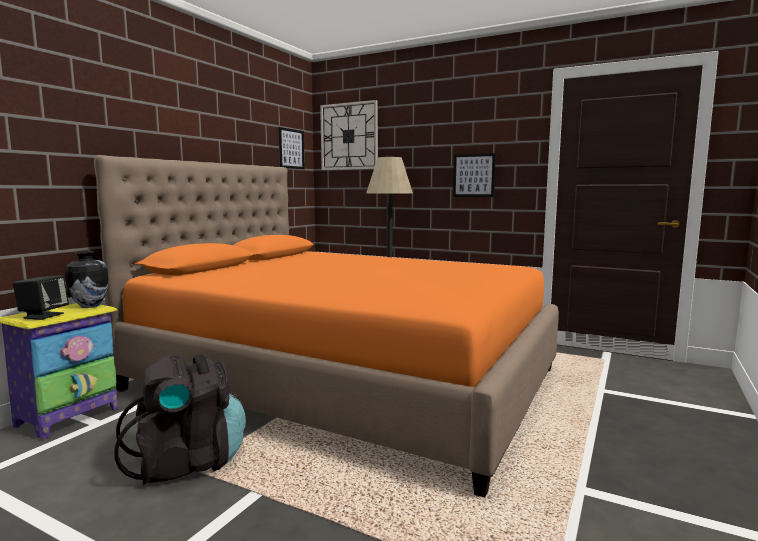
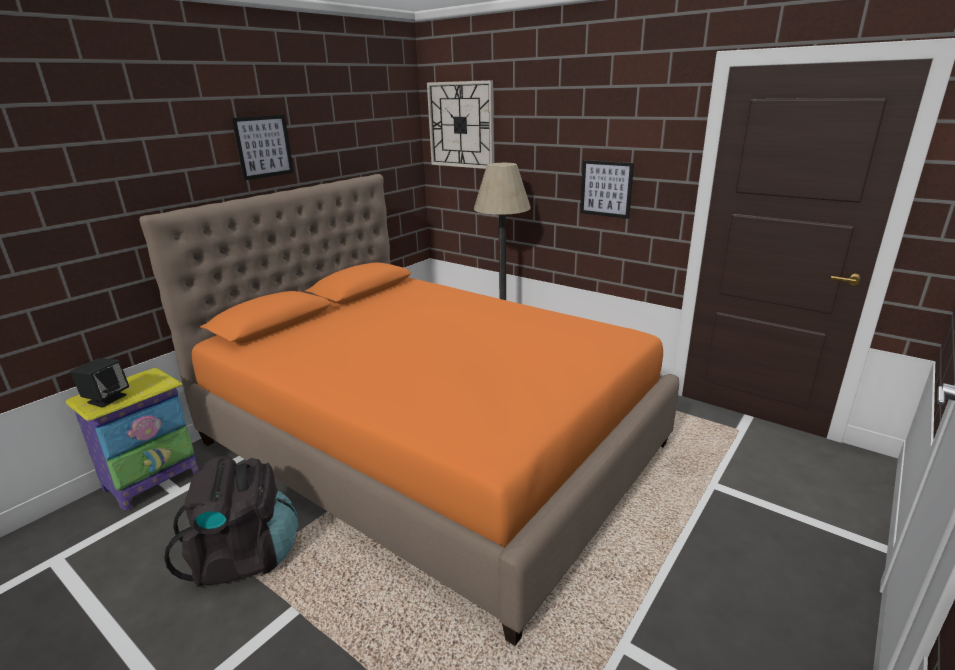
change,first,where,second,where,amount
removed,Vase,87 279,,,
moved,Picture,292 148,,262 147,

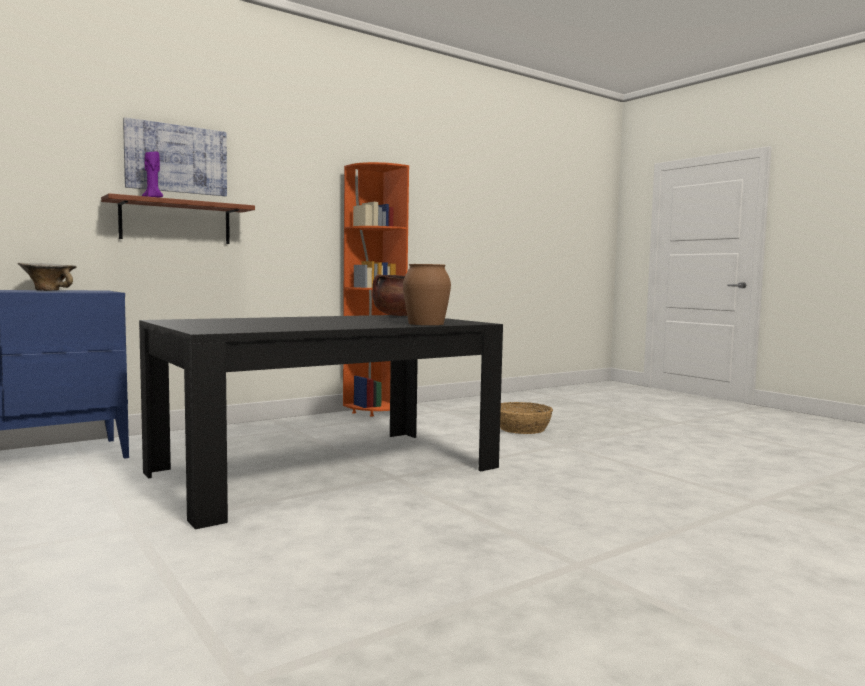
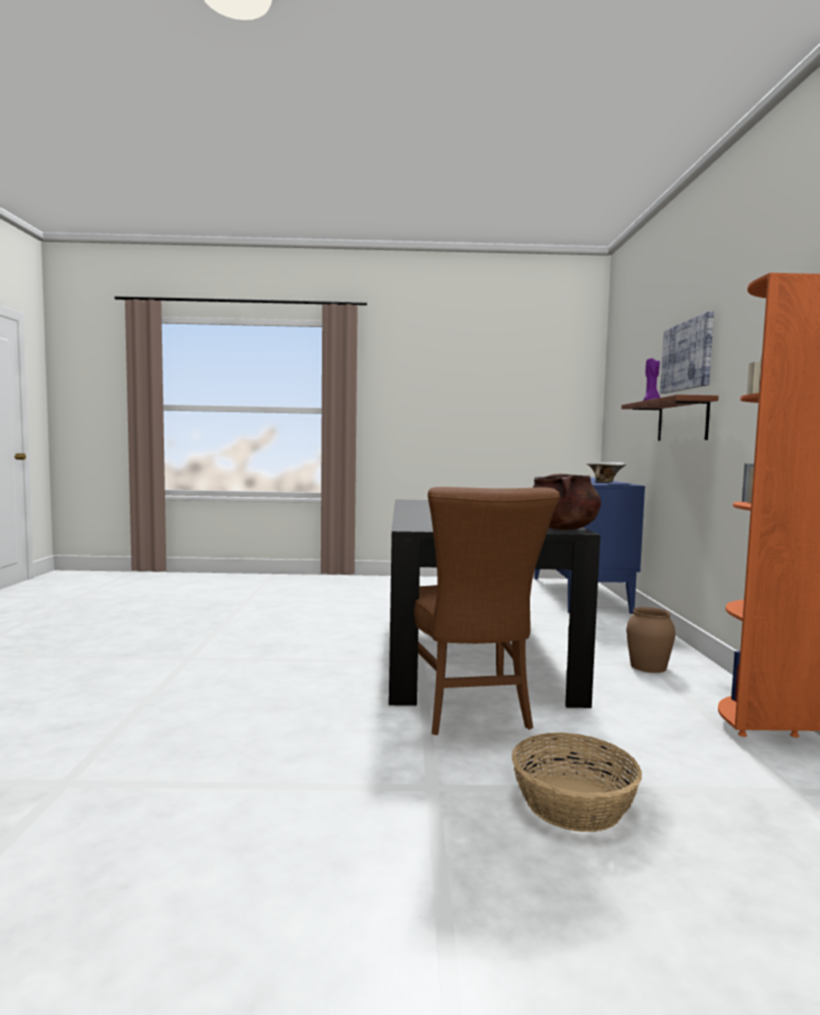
change,first,where,second,where,amount
added,,,BrownChair,487 611,
moved,BrownVase,427 294,,650 640,

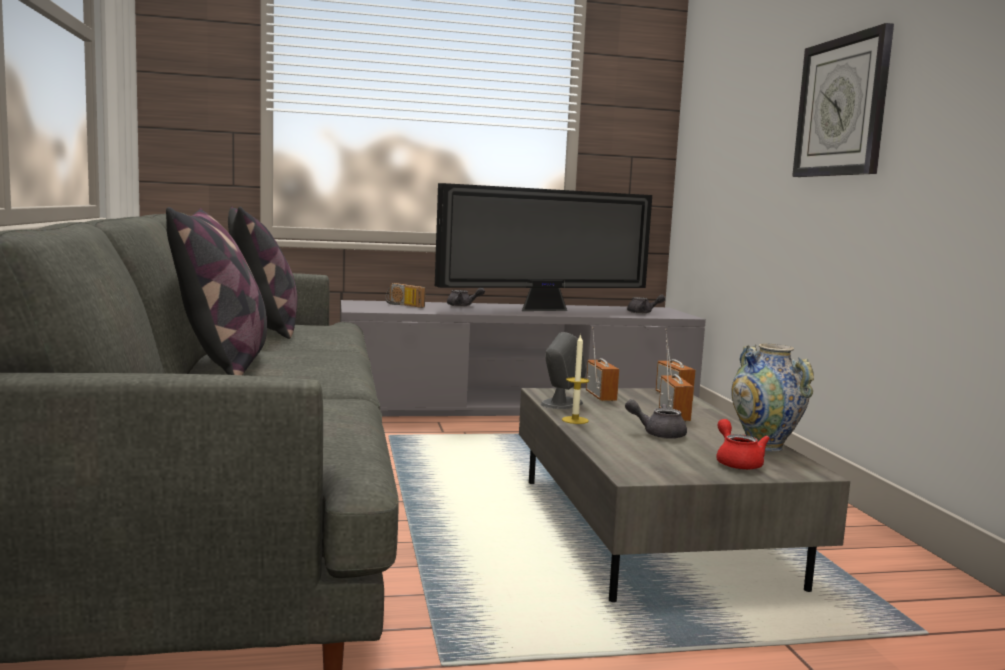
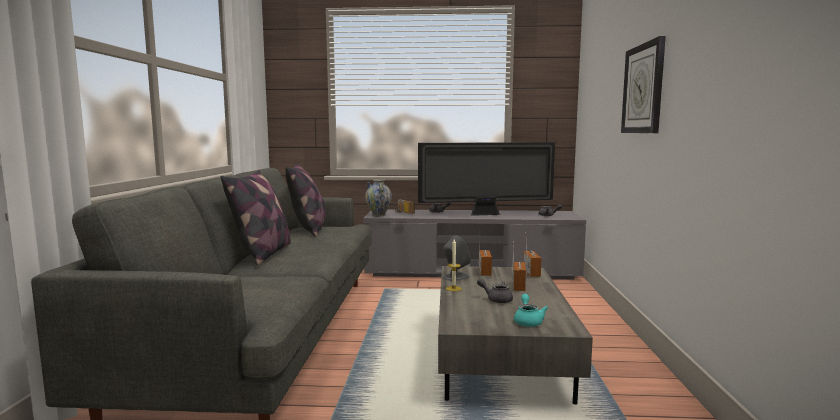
change,first,where,second,where,amount
moved,Vase,772 398,,378 198,
recoloured,RedTeapot,743 444,TurquoiseTeapot,531 310,

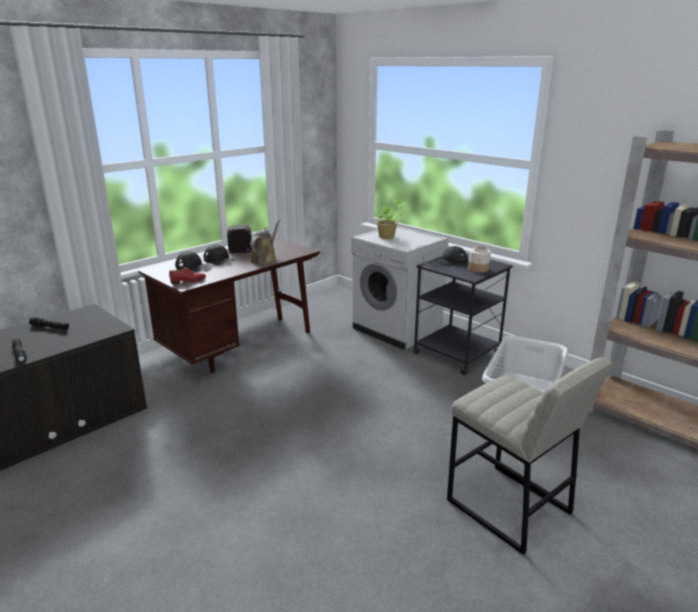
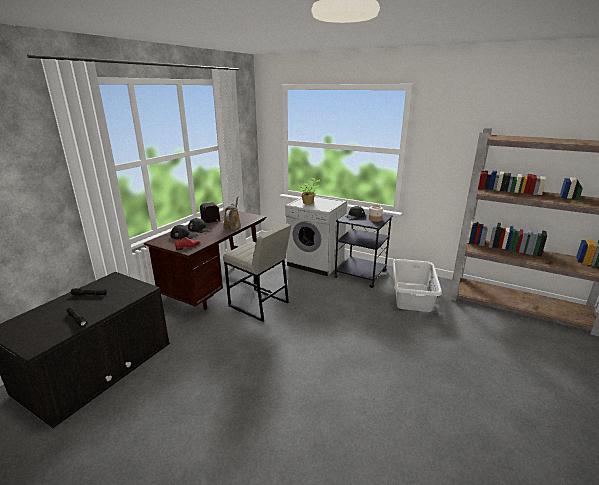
change,first,where,second,where,amount
moved,GreyChair,530 456,,257 273,

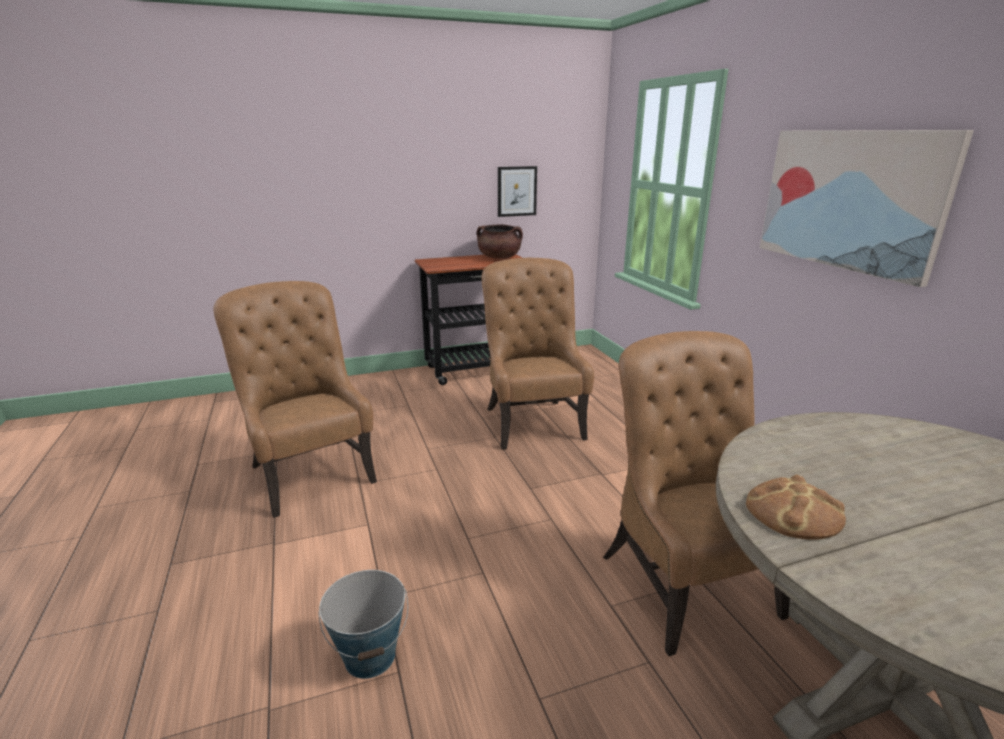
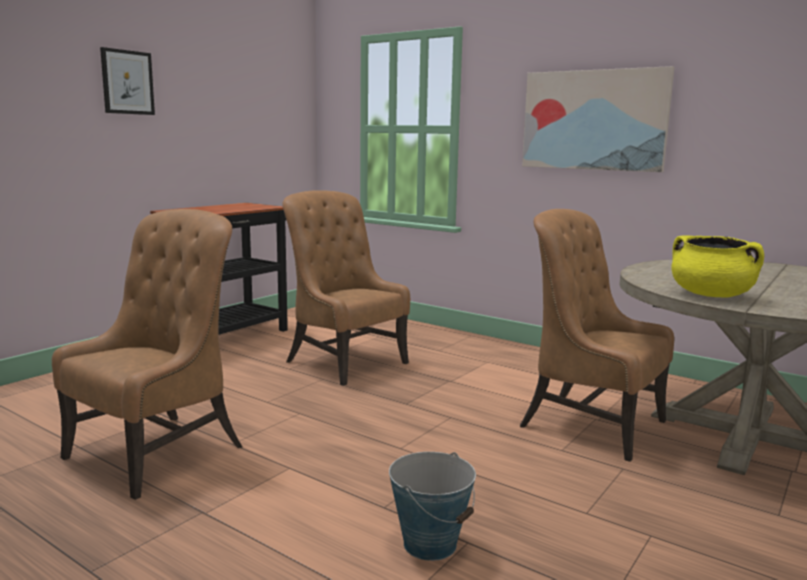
change,first,where,second,where,amount
removed,BrownCookingPot,500 241,,,
moved,Picture,517 191,,127 81,
replaced,Bread,796 507,YellowCookingPot,717 266,
turned,BrownChair,295 399,,147 354,105 degrees clockwise

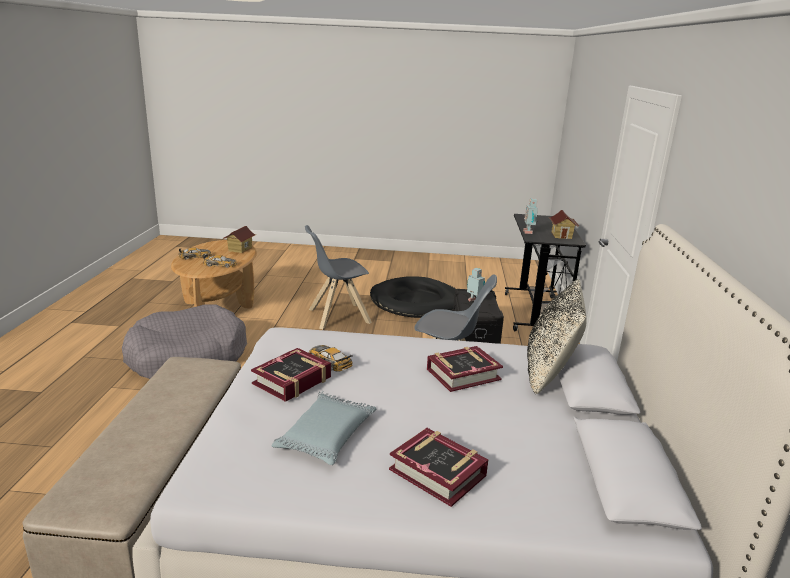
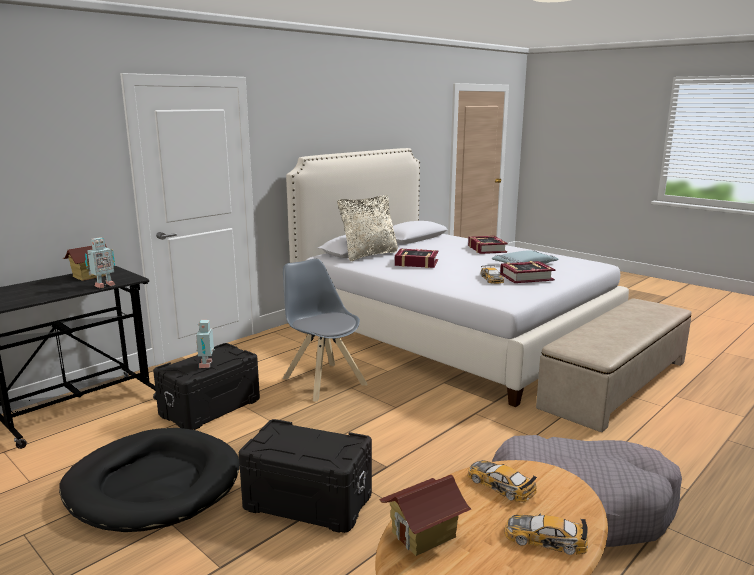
change,first,where,second,where,amount
replaced,GreyChair,338 277,BlackStorageBox,305 476,

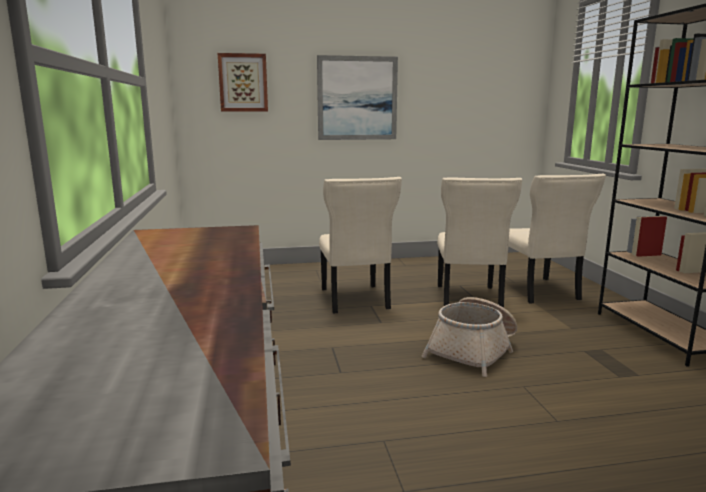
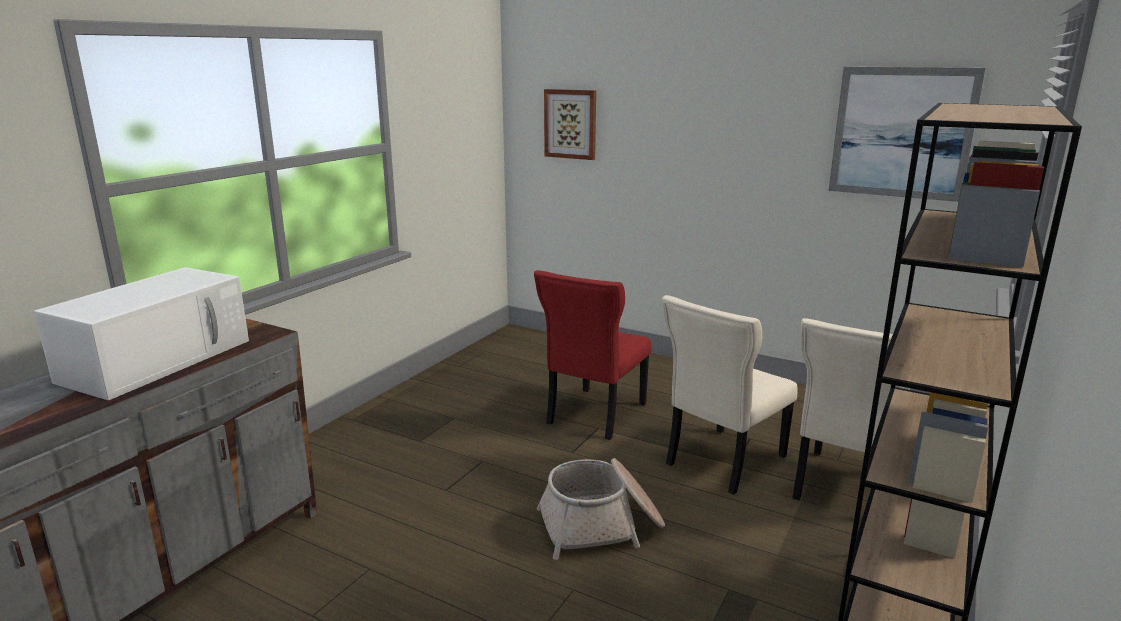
change,first,where,second,where,amount
added,,,WhiteMicrowave,141 333,
moved,Picture,357 97,,907 134,
recoloured,BeigeChair,360 245,RedChair,592 355,

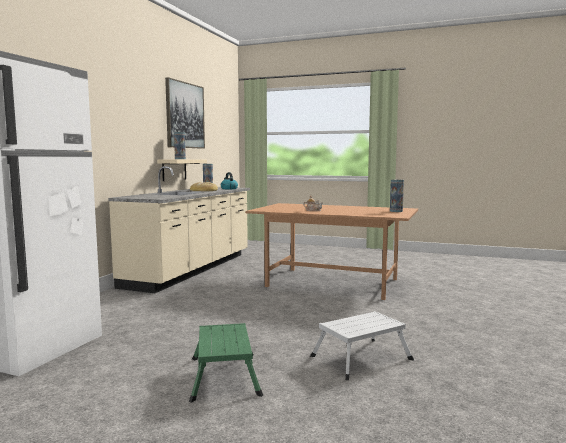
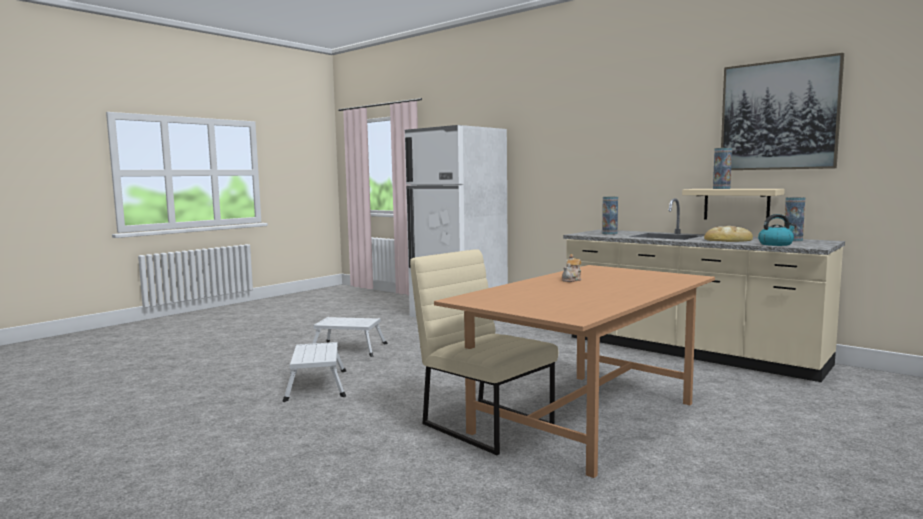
change,first,where,second,where,amount
added,,,BeigeChair,484 352,
moved,Vase,397 195,,610 215,
recoloured,GreenStepLadder,226 363,WhiteStepLadder,350 337,

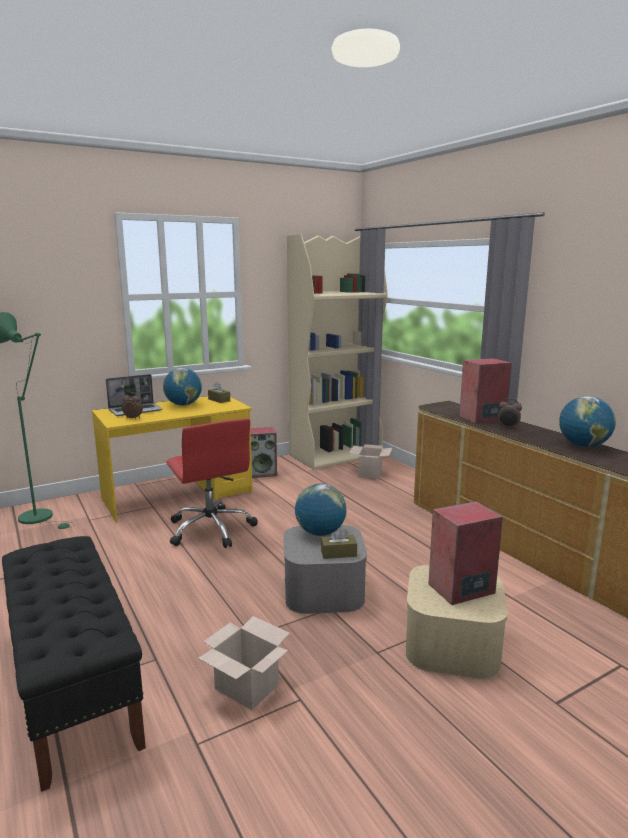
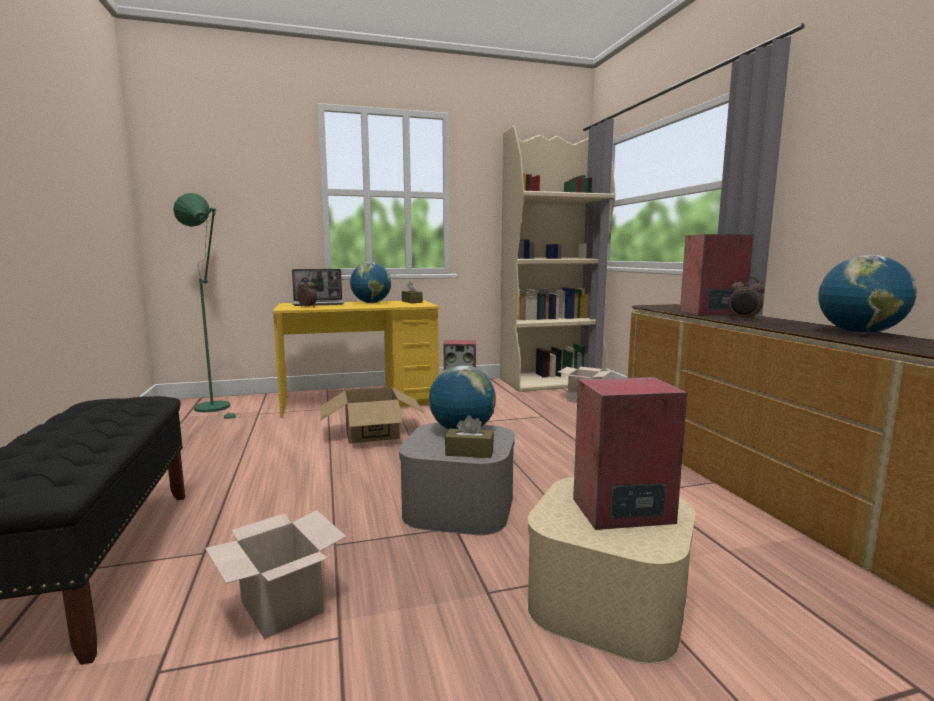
change,first,where,second,where,amount
replaced,RedOfficeChair,212 483,CardboardBox,372 415,

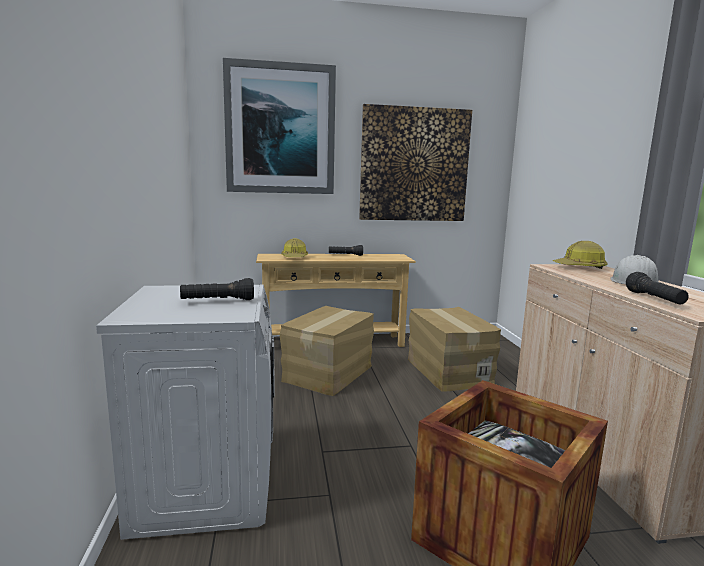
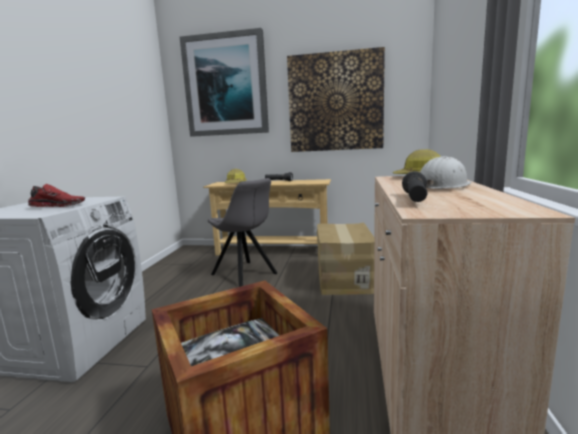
change,first,where,second,where,amount
replaced,BlackFlashlight,217 289,RedShoe,56 195,
replaced,CardboardBox,327 351,GreyChair,242 232,

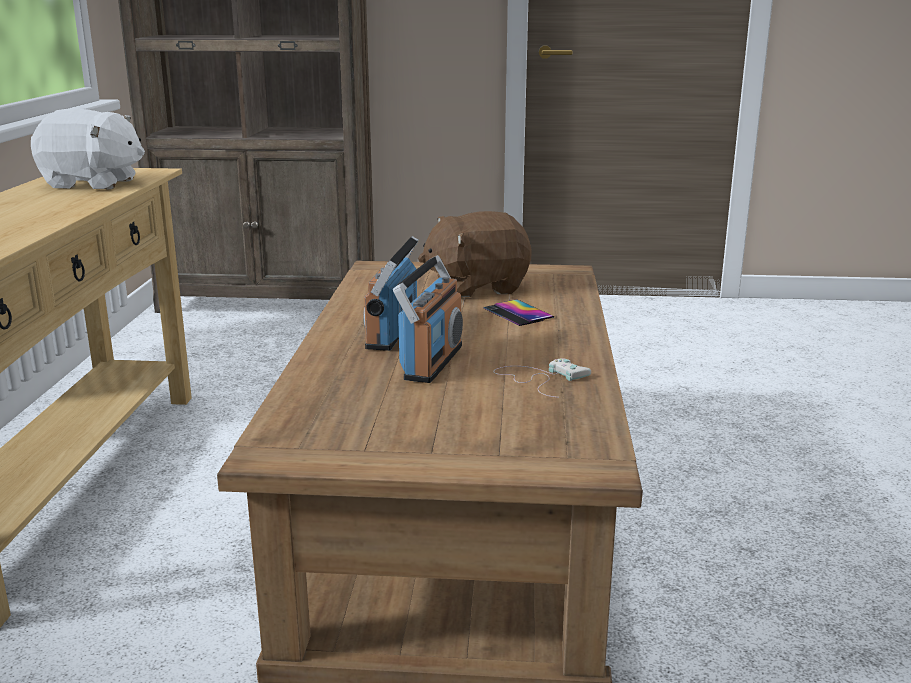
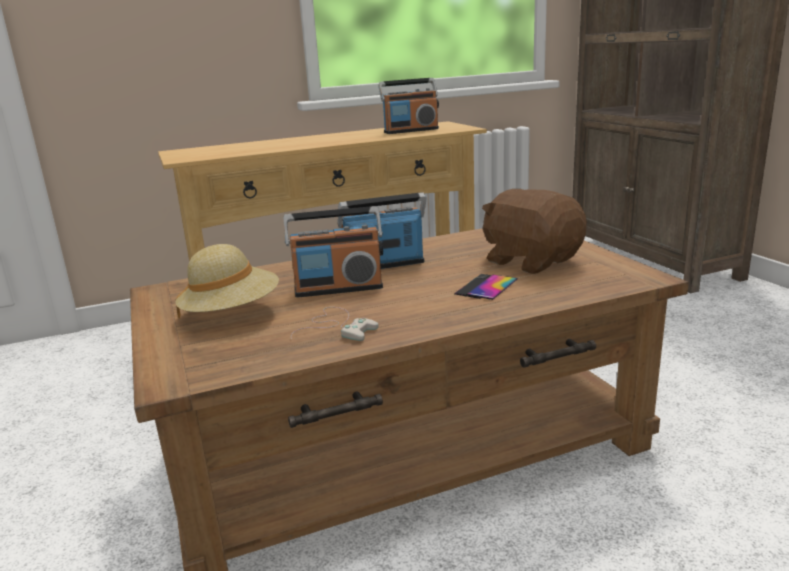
change,first,where,second,where,amount
added,,,BeigeHat,227 281,
replaced,WhitePlushToy,88 148,Radio,408 106,

